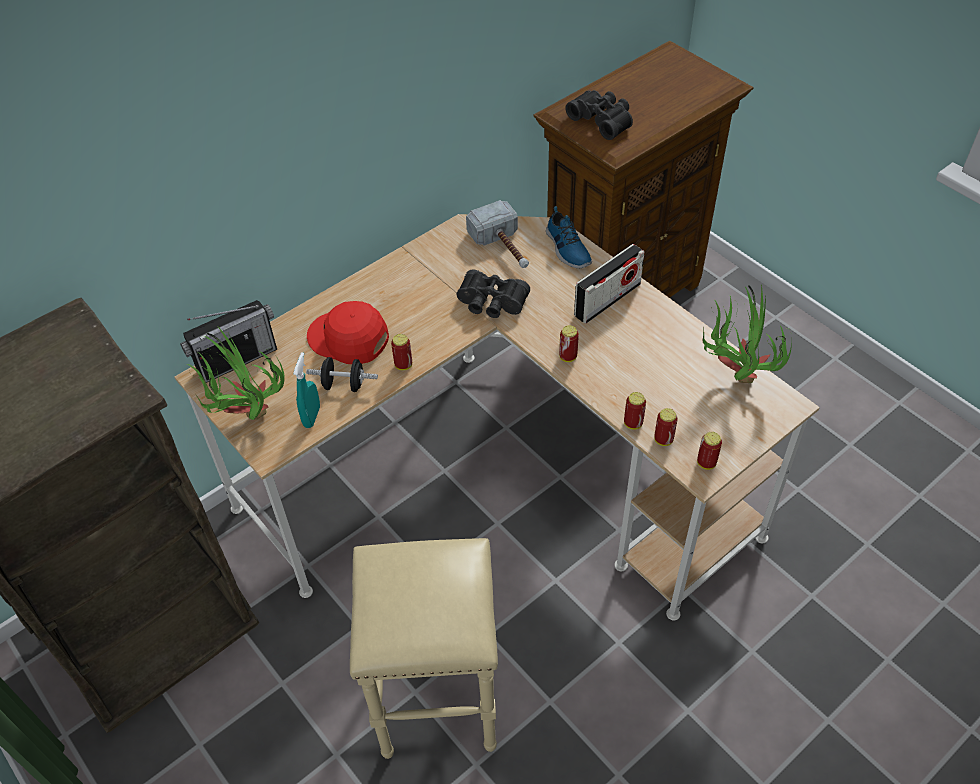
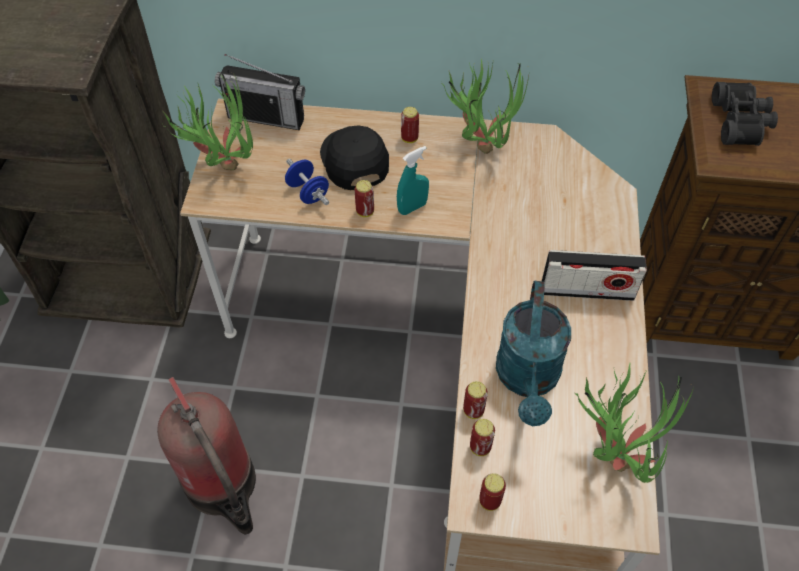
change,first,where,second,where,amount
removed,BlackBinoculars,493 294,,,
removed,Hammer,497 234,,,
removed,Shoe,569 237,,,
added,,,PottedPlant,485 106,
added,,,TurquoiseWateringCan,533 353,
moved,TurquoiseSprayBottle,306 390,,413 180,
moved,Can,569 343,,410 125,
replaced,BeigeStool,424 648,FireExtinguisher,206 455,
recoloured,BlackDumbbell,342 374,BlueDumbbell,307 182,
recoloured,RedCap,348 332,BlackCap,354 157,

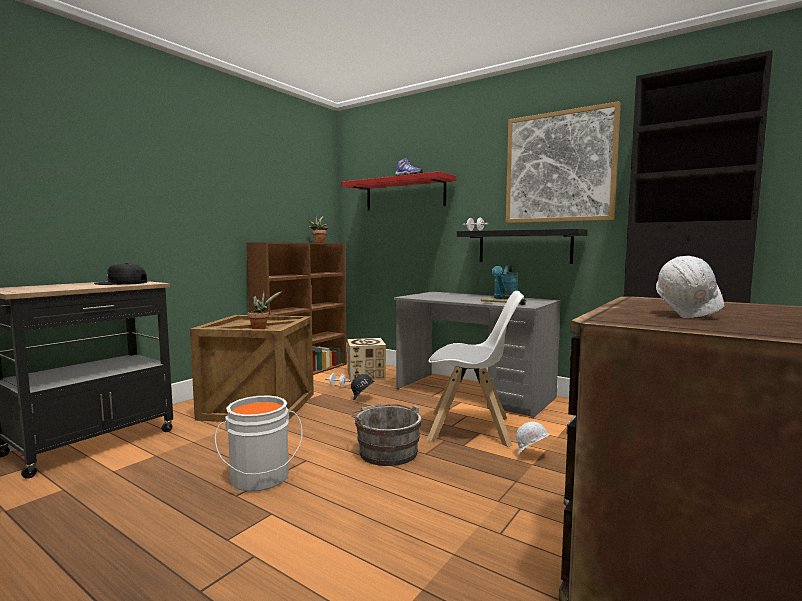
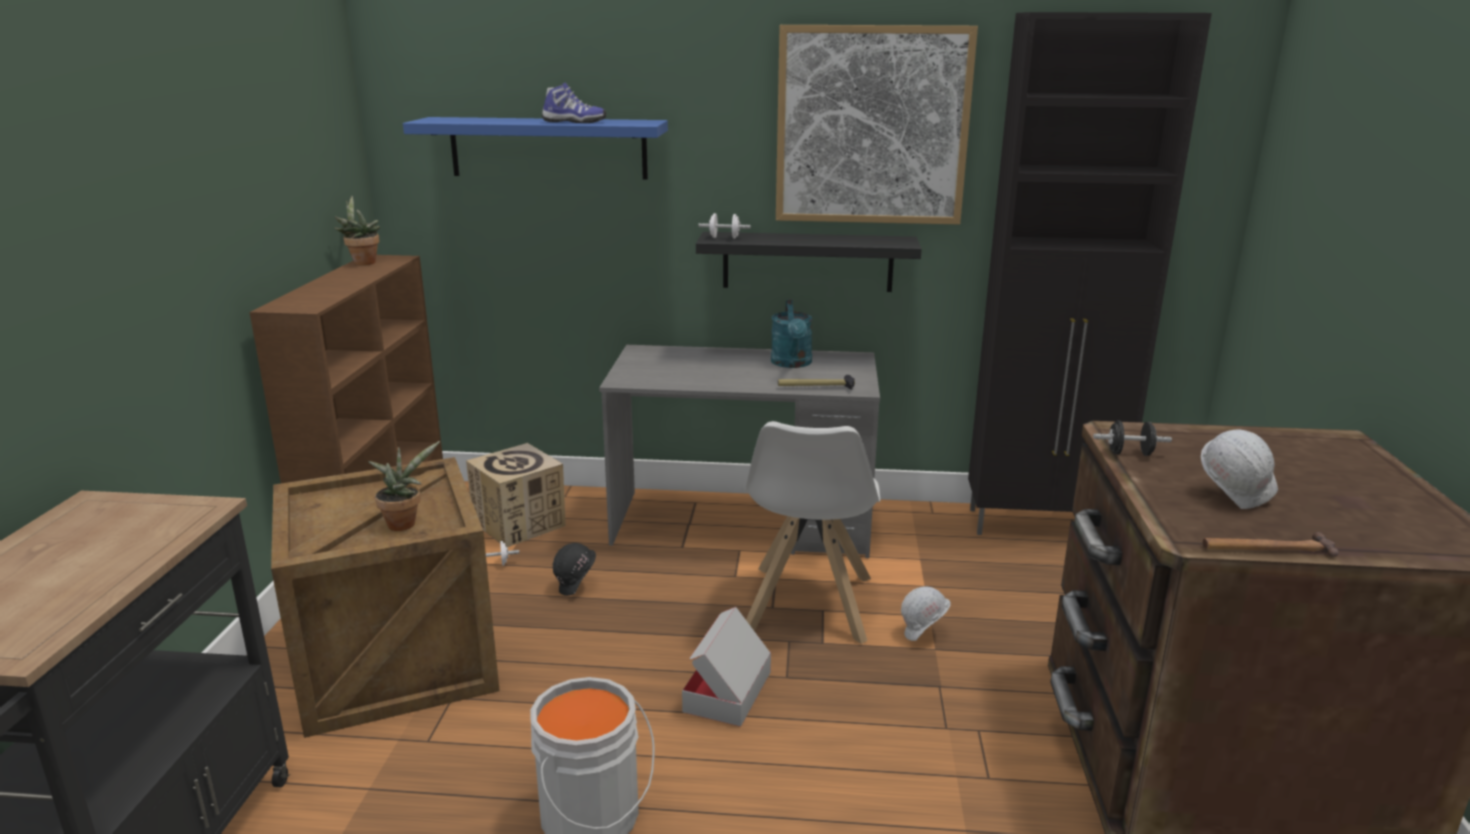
change,first,where,second,where,amount
removed,BlackCap,120 274,,,
added,,,BlackDumbbell,1132 438,
added,,,Hammer,1270 544,
replaced,GreyBucket,386 435,CardboardBox,726 667,
recoloured,RedShelf,398 190,BlueShelf,535 148,
turned,Chair,475 369,,812 532,120 degrees clockwise

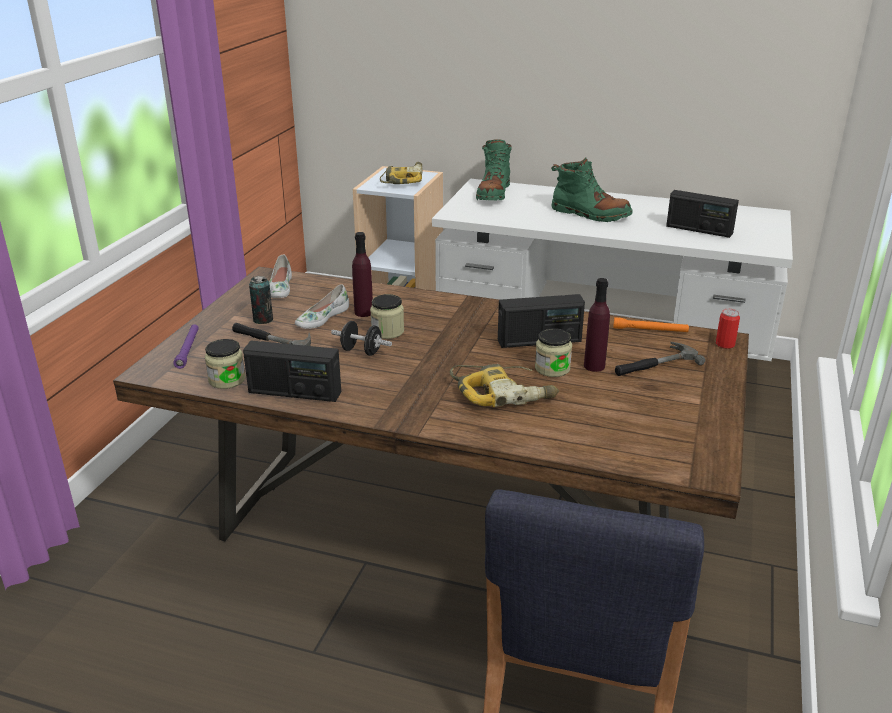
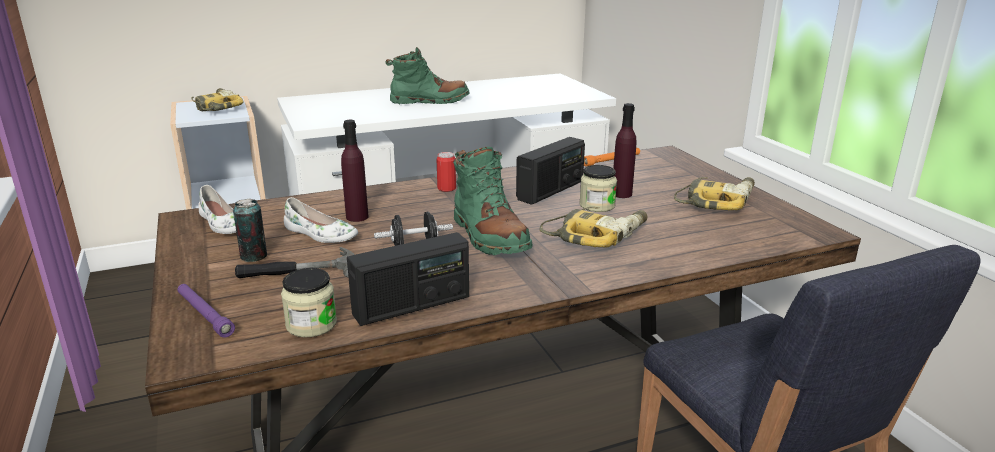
change,first,where,second,where,amount
removed,Jar,387 316,,,
removed,Hammer,660 359,,,
removed,Radio,702 214,,,
added,,,PowerDrill,714 193,
moved,GreenBoot,494 169,,493 201,
moved,Can,728 329,,446 172,
turned,WhiteShoe,322 306,,321 220,60 degrees counterclockwise

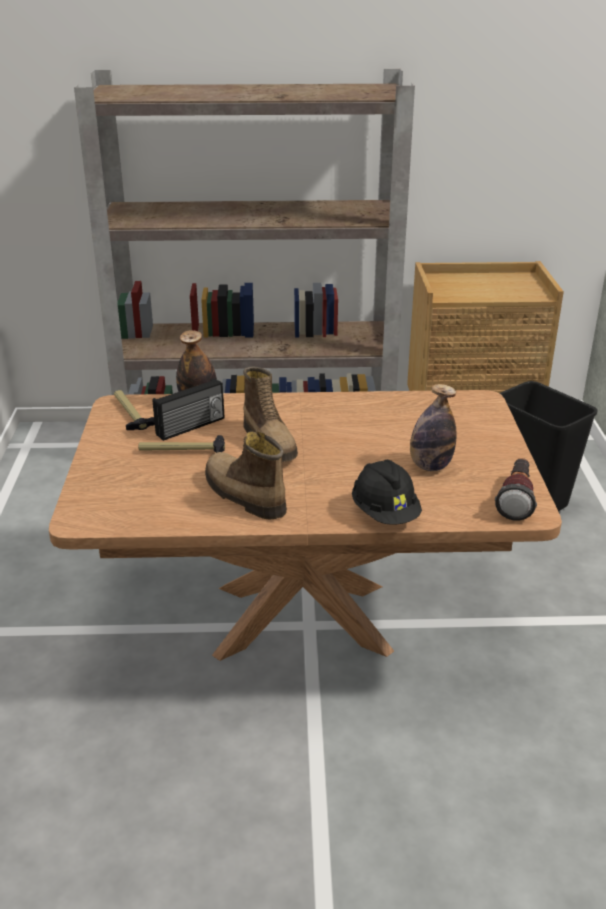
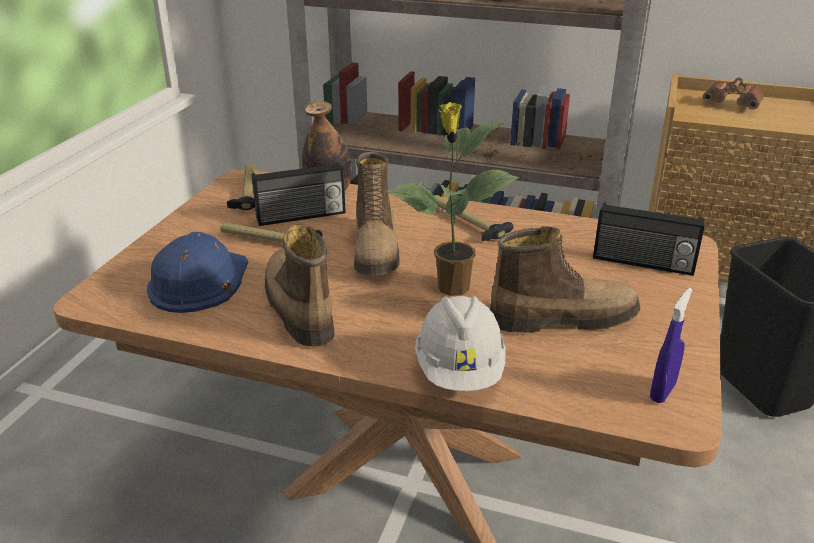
change,first,where,second,where,amount
added,,,BlueHardHat,198 272,
added,,,PottedPlant,452 199,
added,,,Hammer,473 218,
added,,,Radio,649 239,
added,,,BrownBinoculars,733 93,
replaced,Bottle,433 427,Boot,565 279,
replaced,Flashlight,516 489,BlueSprayBottle,671 345,
recoloured,BlackHardHat,387 492,WhiteHardHat,460 343,

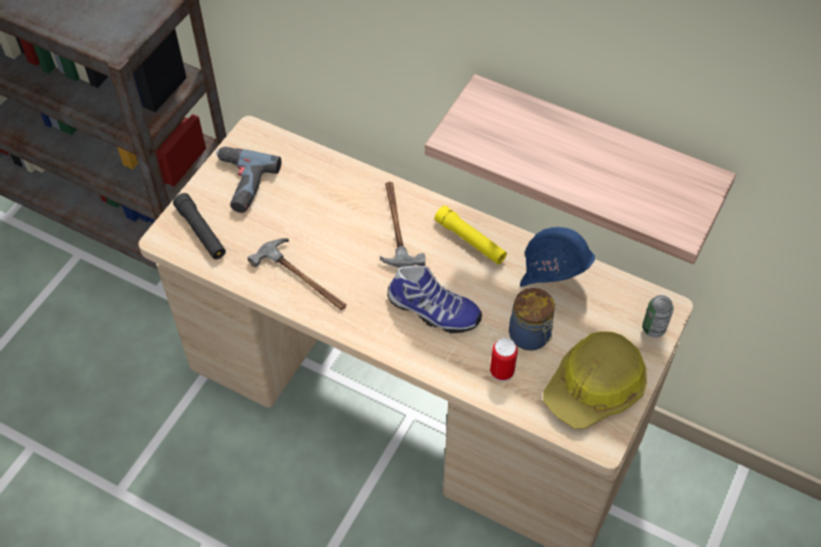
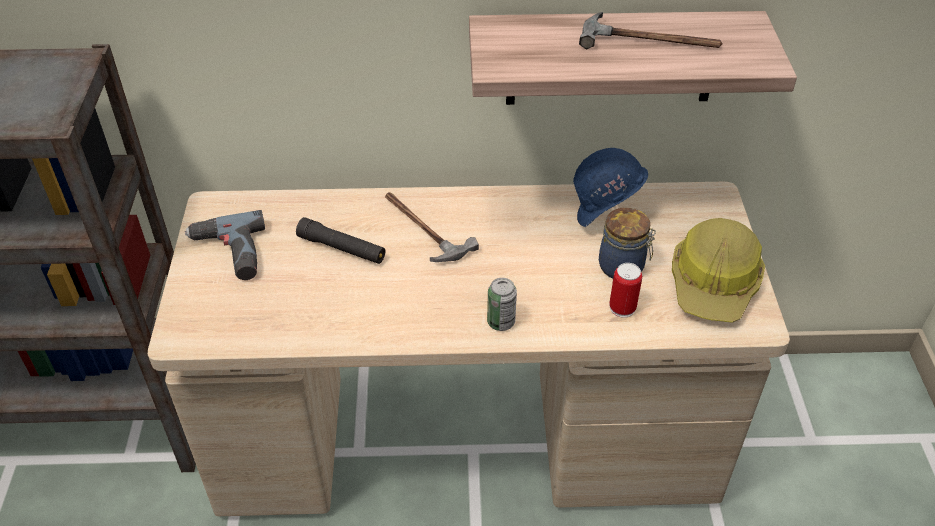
change,first,where,second,where,amount
removed,Shoe,434 300,,,
removed,YellowFlashlight,470 235,,,
moved,BlackFlashlight,199 226,,340 240,
moved,Hammer,297 274,,651 31,
moved,Can,658 316,,502 304,

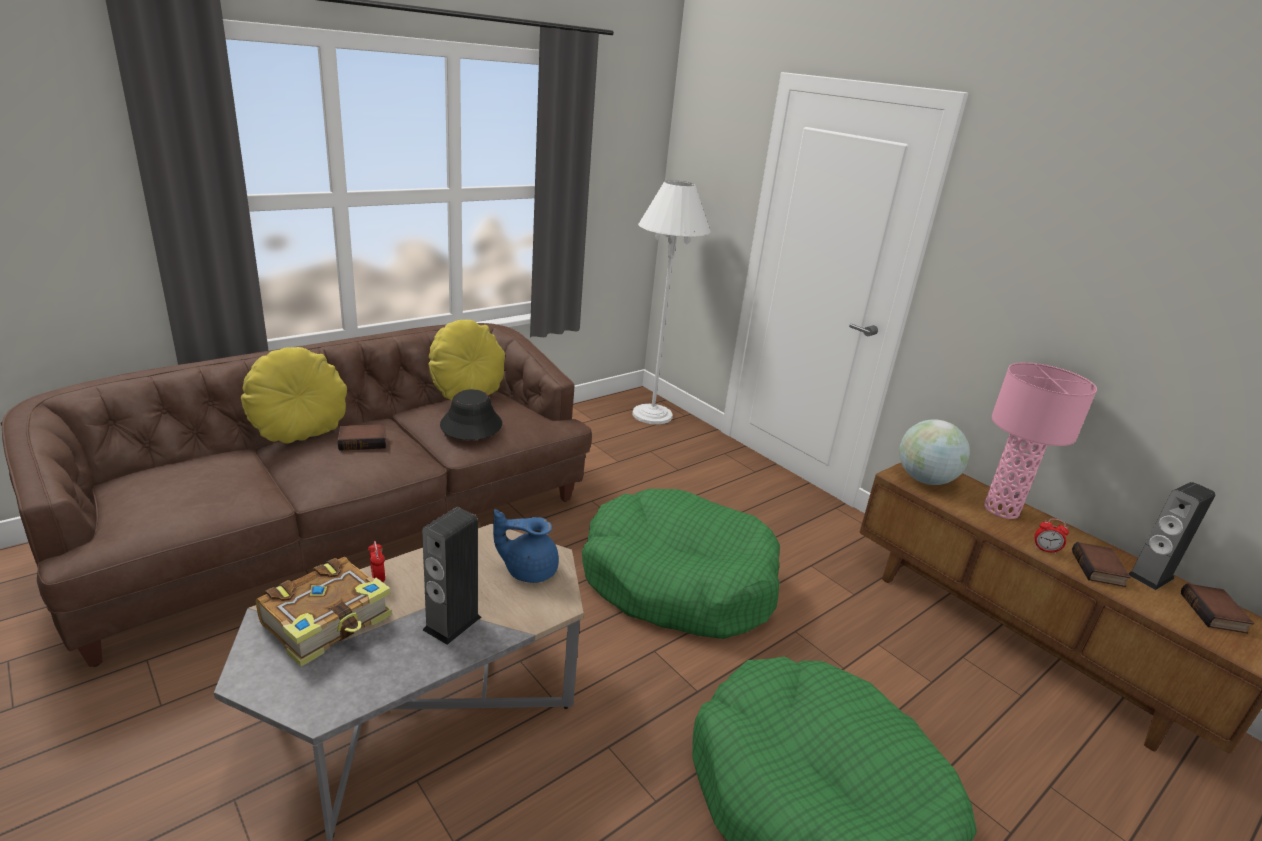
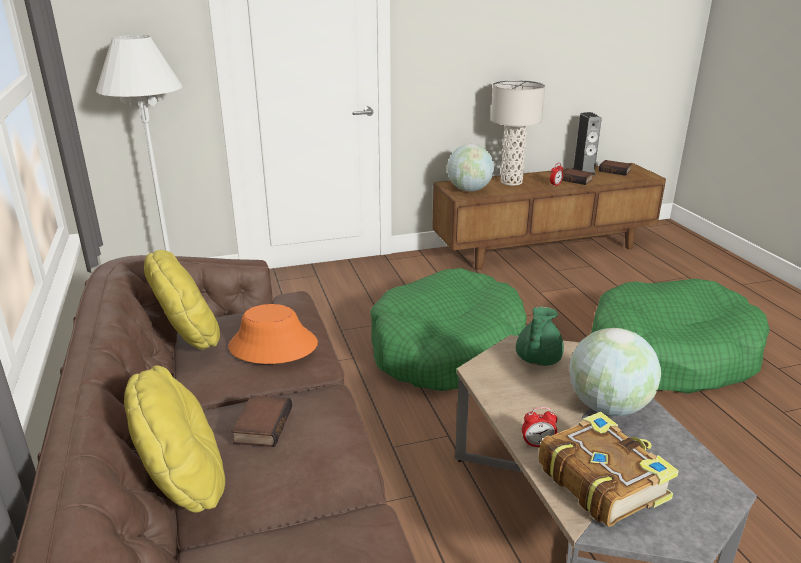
change,first,where,second,where,amount
replaced,Speaker,451 576,Globe,615 372,
recoloured,BlackHat,471 414,OrangeHat,273 334,
recoloured,BlueTeapot,526 546,GreenTeapot,540 336,
recoloured,PinkTableLamp,1040 440,WhiteTableLamp,518 133,

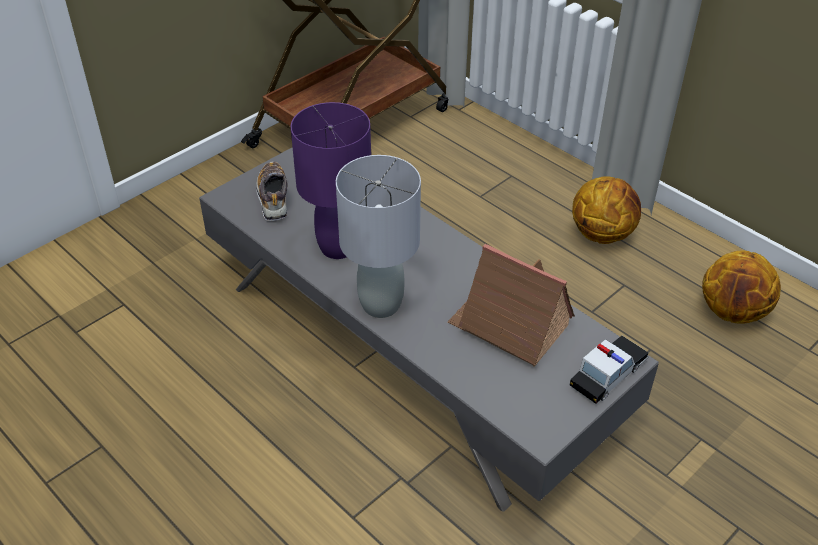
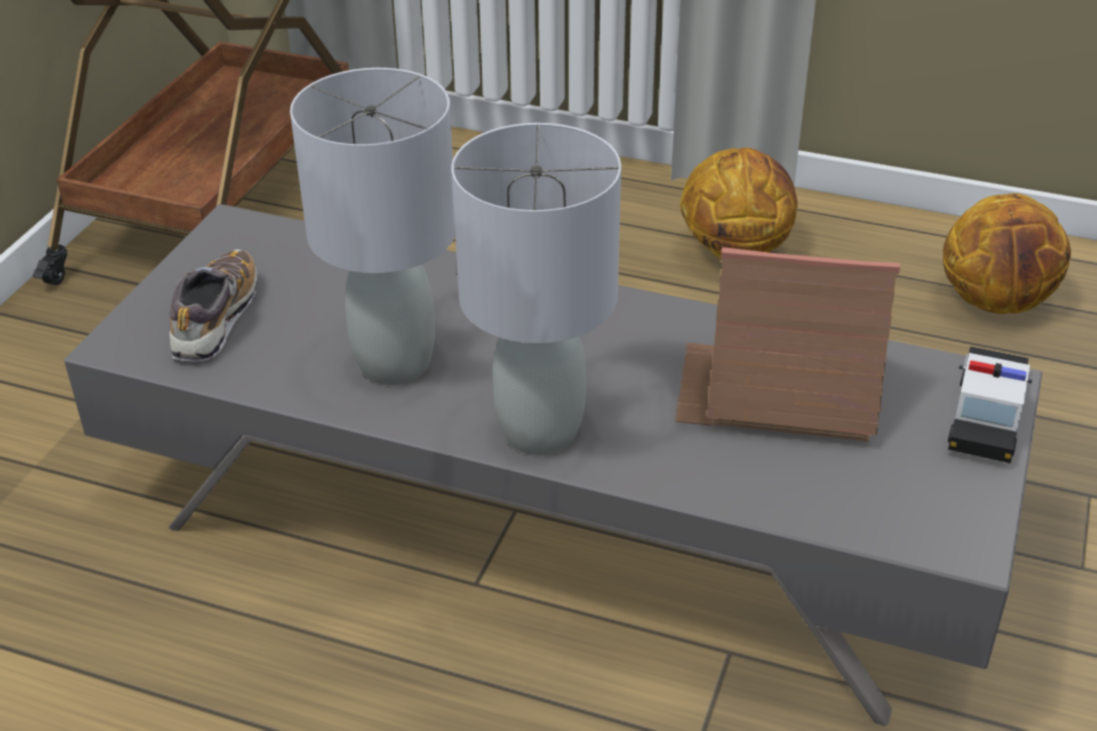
change,first,where,second,where,amount
recoloured,PurpleTableLamp,331 180,GreyTableLamp,372 226,
turned,Shoe,272 191,,213 305,45 degrees clockwise

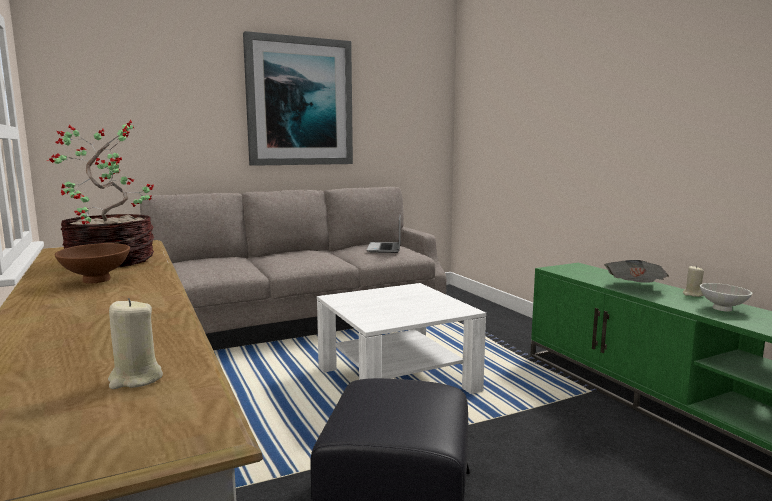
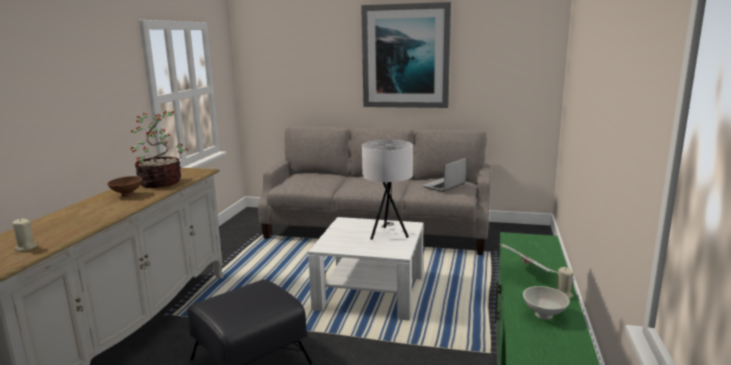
change,first,where,second,where,amount
added,,,WhiteTableLamp,387 190,

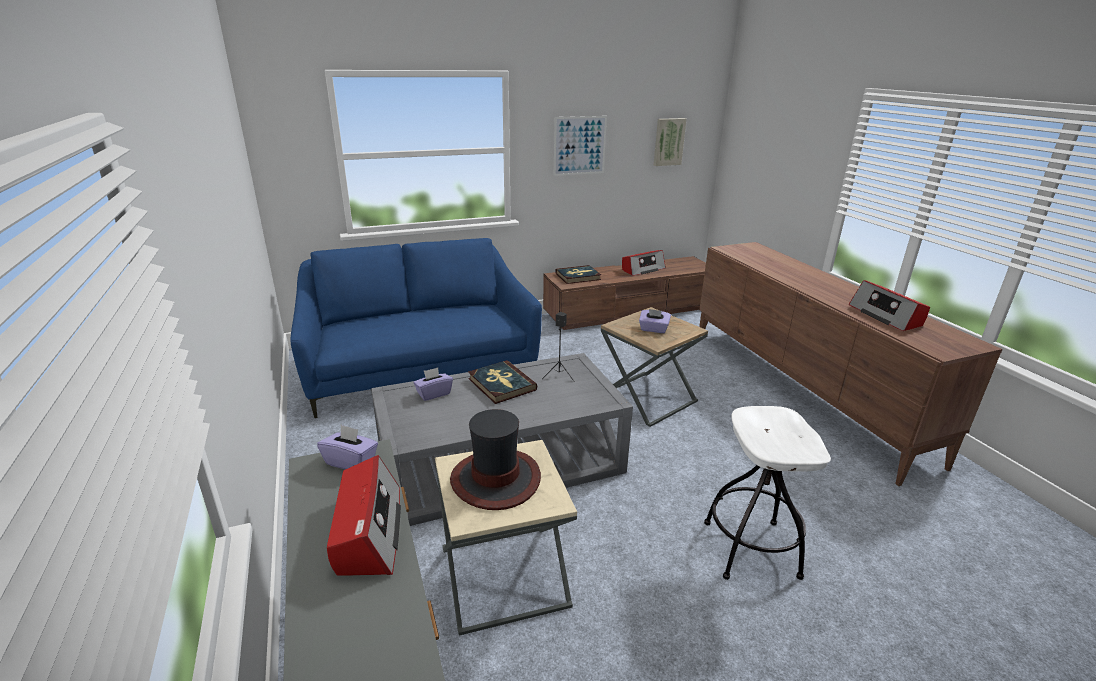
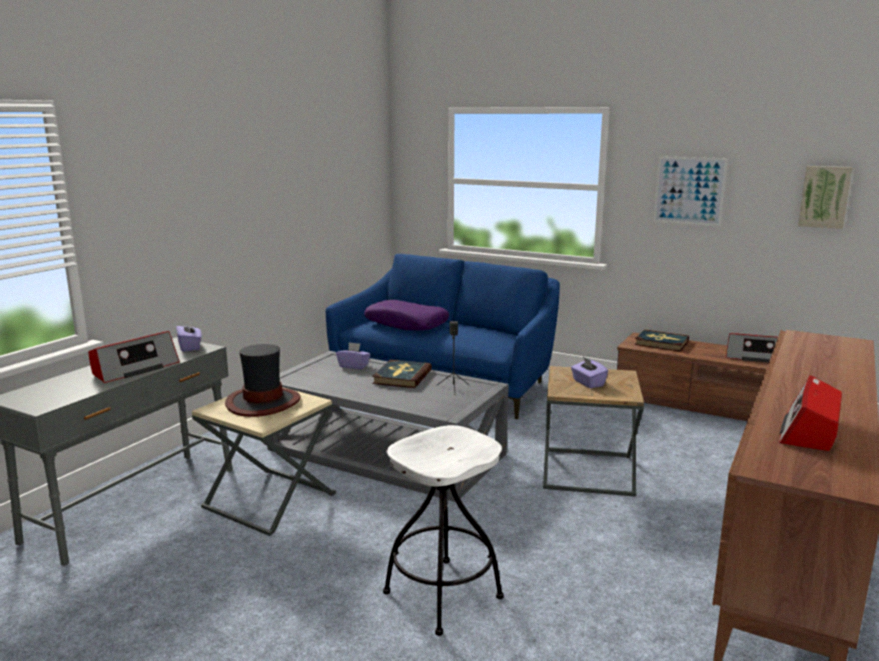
change,first,where,second,where,amount
added,,,PurplePillow,406 315,

